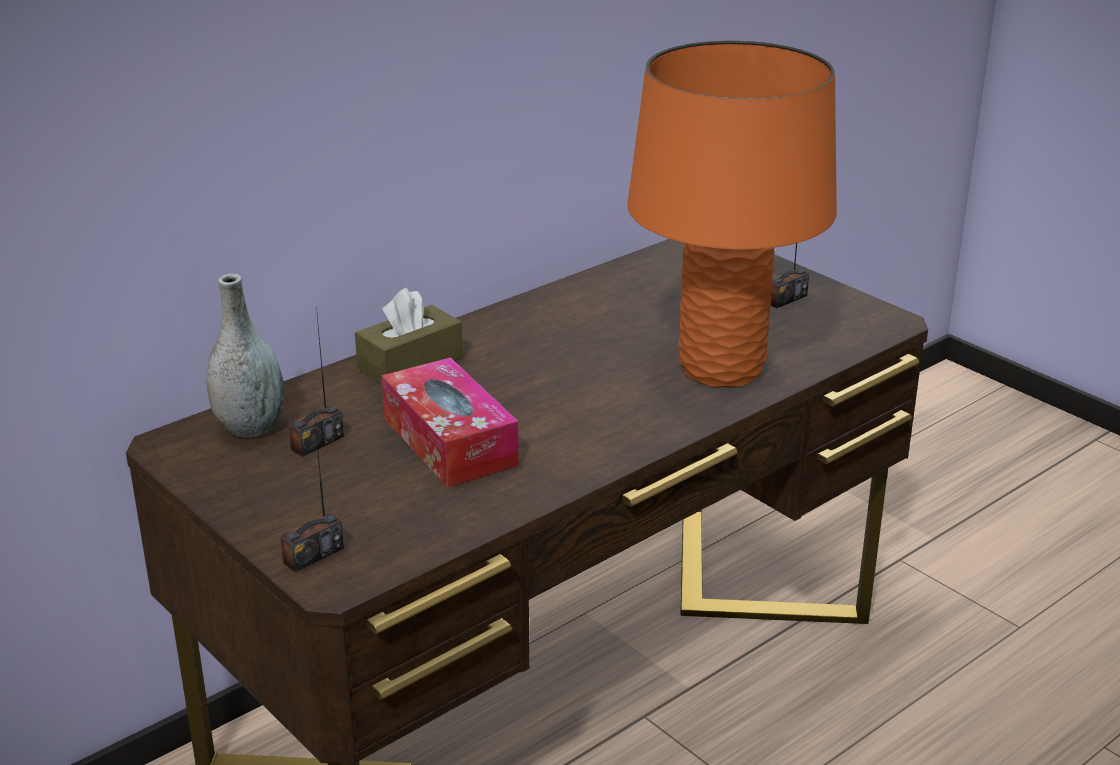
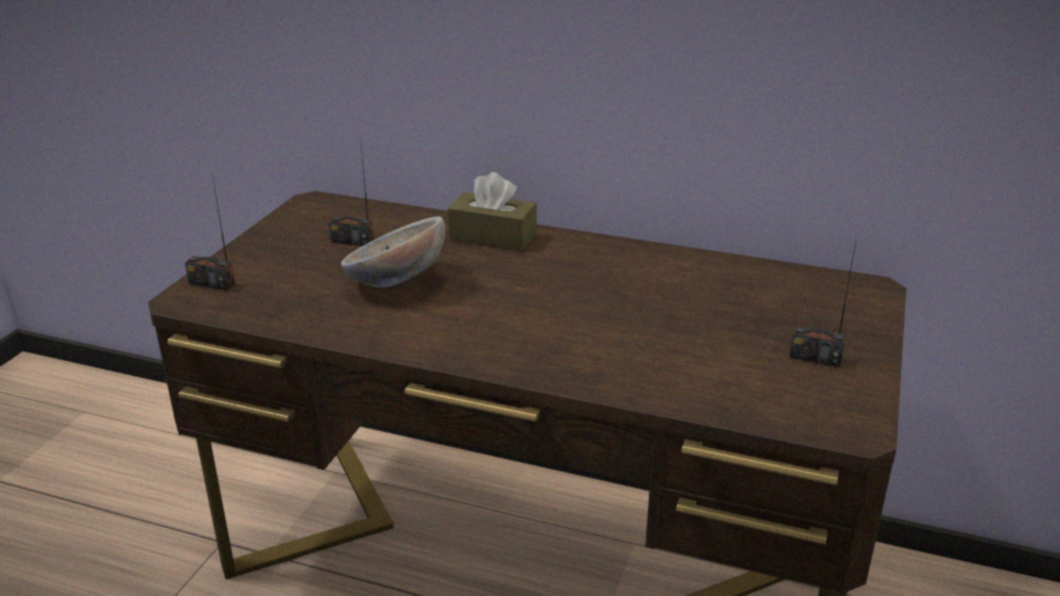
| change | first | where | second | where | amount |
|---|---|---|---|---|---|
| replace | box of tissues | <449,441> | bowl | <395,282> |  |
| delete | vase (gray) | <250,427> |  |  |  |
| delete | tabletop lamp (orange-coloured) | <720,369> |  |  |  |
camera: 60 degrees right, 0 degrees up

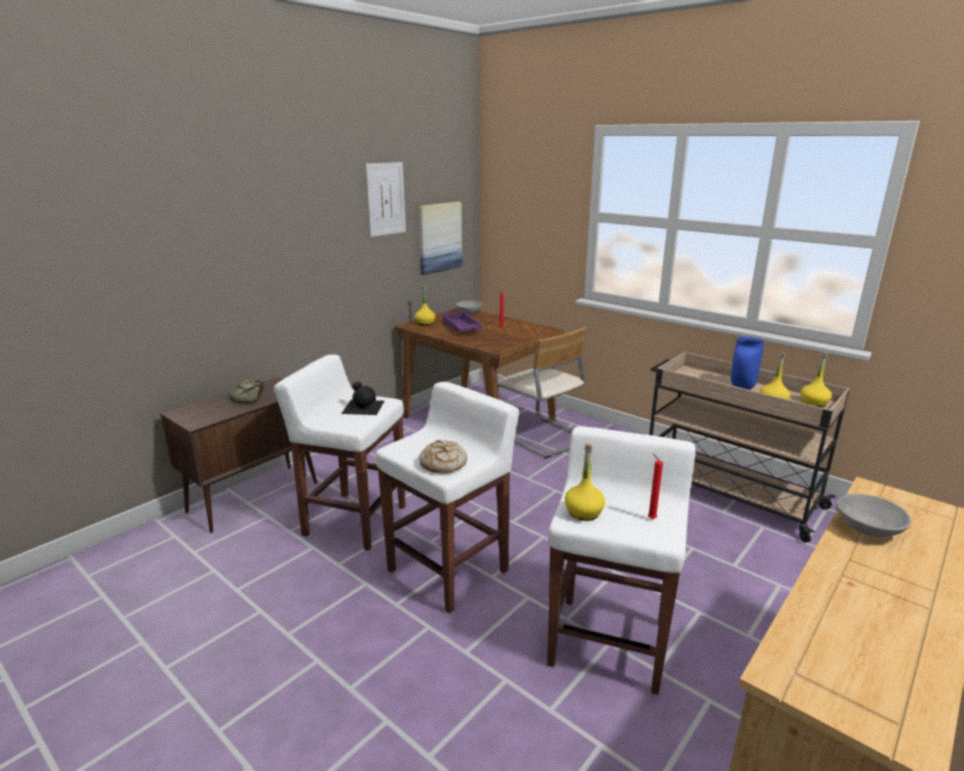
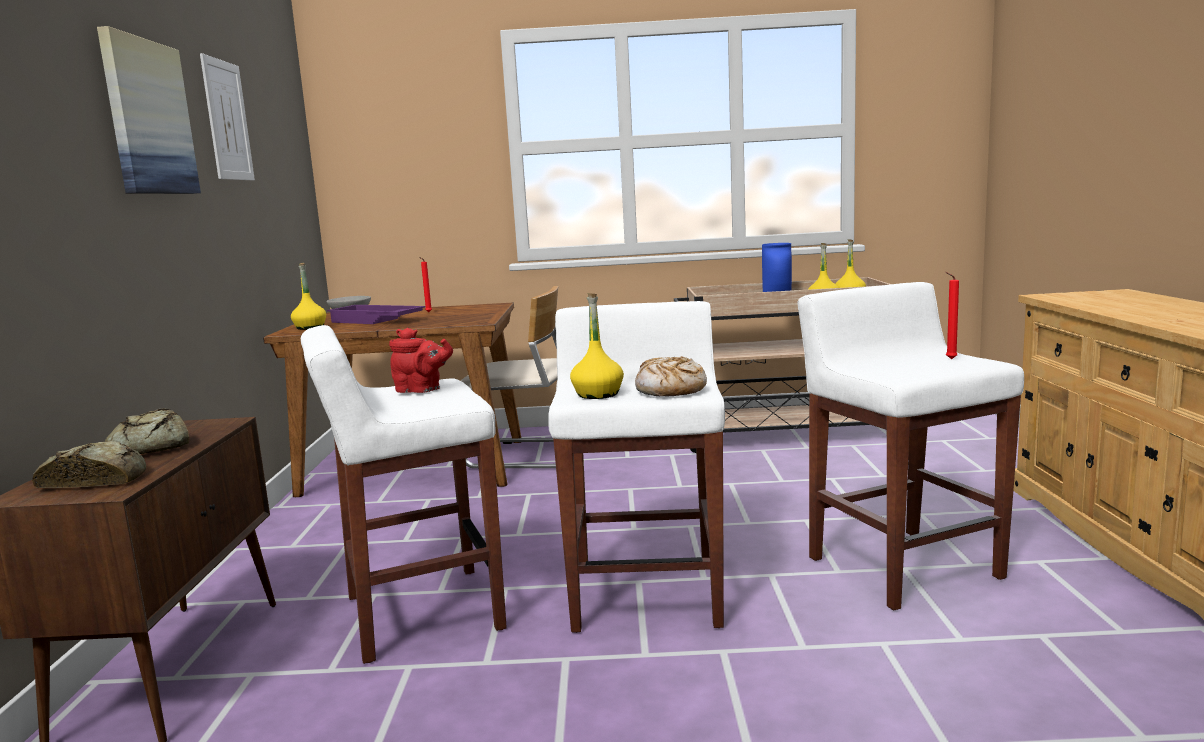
| change | first | where | second | where | amount |
|---|---|---|---|---|---|
| insert |  |  | baked bread | <96,479> |  |
| move | picture | <439,237> |  | <148,118> |  |
| replace | drink bottle (blackish) | <362,406> | teapot (red) | <421,390> |  |
| move | drink bottle (yellow) | <583,512> |  | <598,394> |  |
| delete | bowl (gray) | <867,529> |  |  |  |
camera: 40 degrees left, 10 degrees down

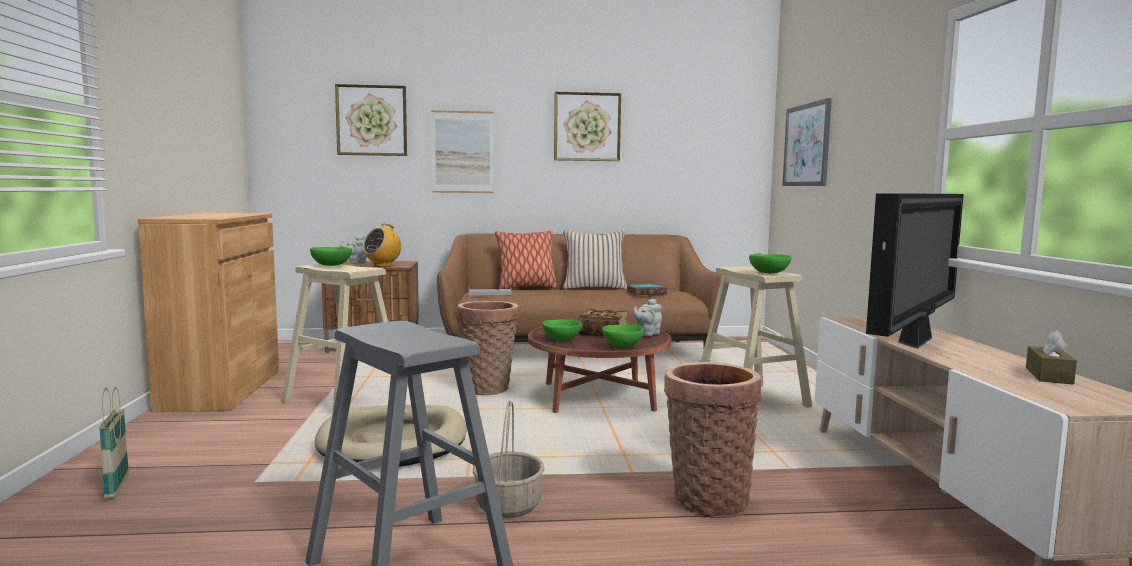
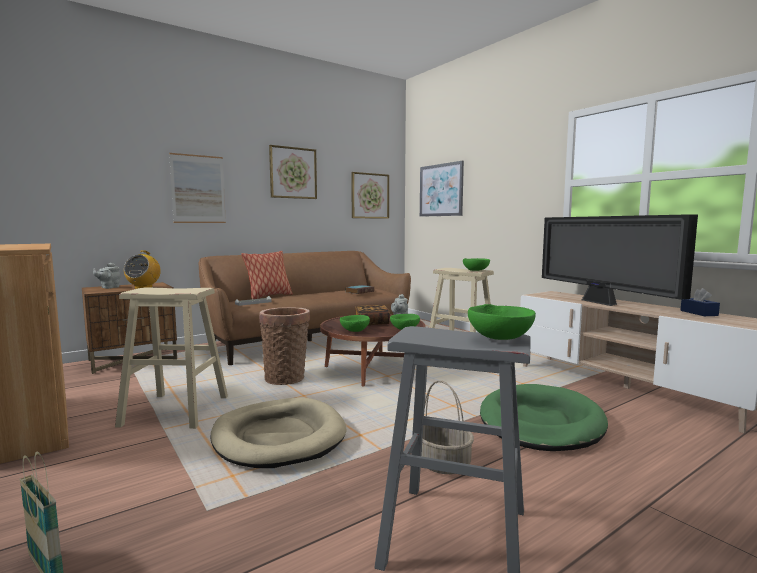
| change | first | where | second | where | amount |
|---|---|---|---|---|---|
| move | picture | <371,120> |  | <370,196> |  |
| move | bowl (green-coloured) | <331,265> |  | <500,338> |  |
| replace | basket | <706,499> | pet bed (green-coloured) | <540,422> |  |
| rotate | television | <916,341> |  | <601,303> | 150 degrees clockwise |
| recolor | box of tissues (brownish) | <1048,376> | box of tissues (bluish) | <698,313> |  |
| delete | pillow (beige) | <594,288> |  |  |  |
camera: 30 degrees left, 0 degrees up

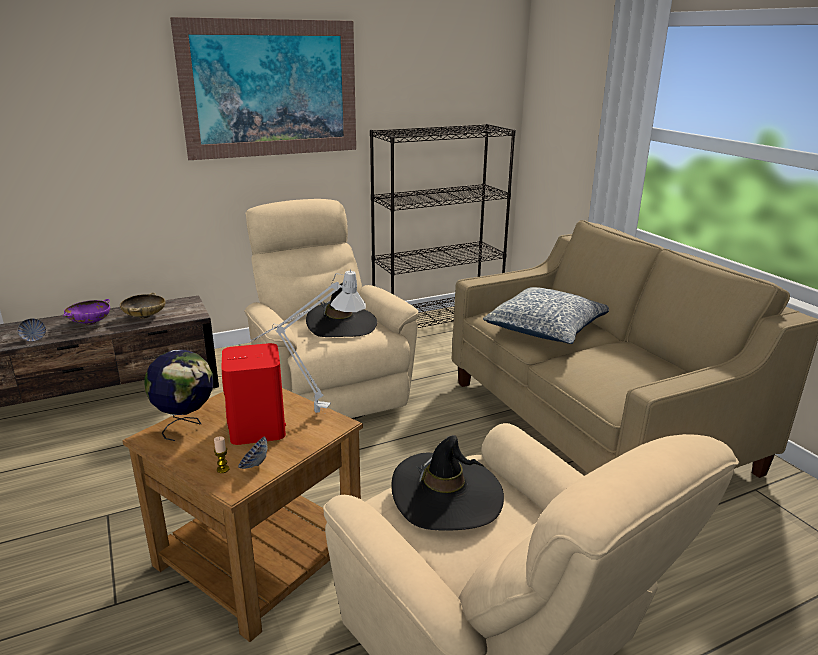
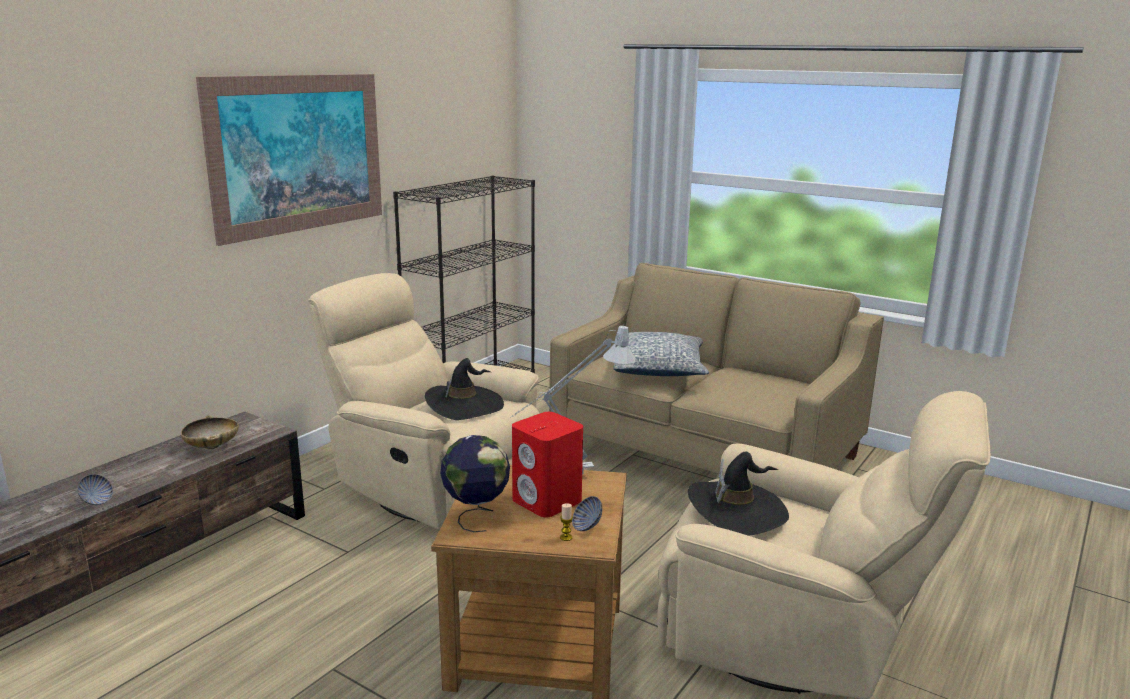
| change | first | where | second | where | amount |
|---|---|---|---|---|---|
| delete | bowl (purple-coloured) | <90,323> |  |  |  |
camera: 30 degrees left, 5 degrees down

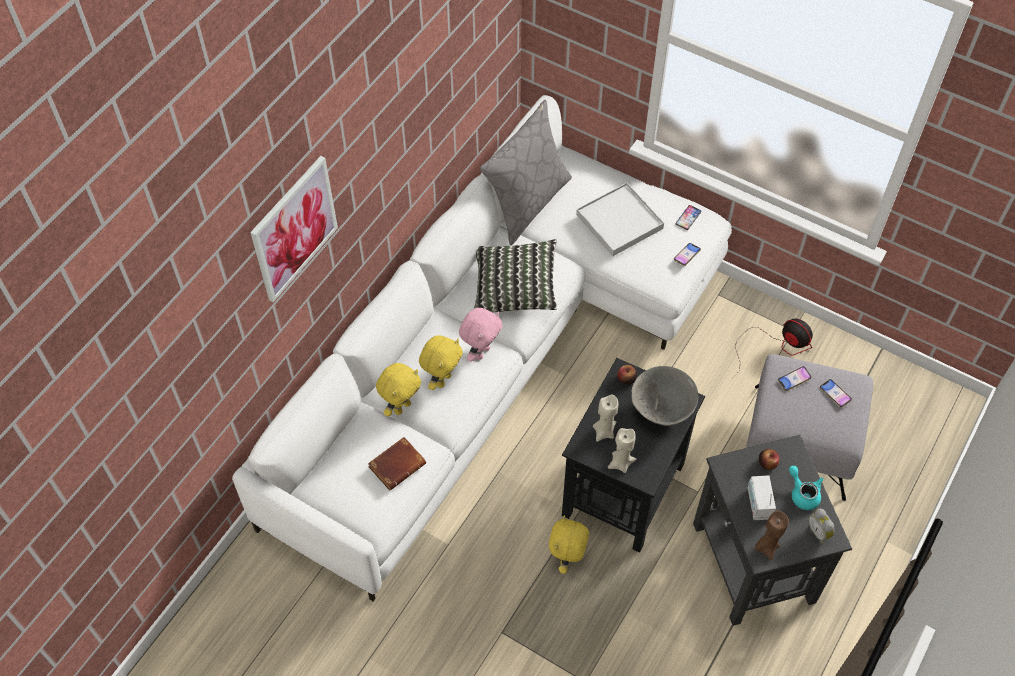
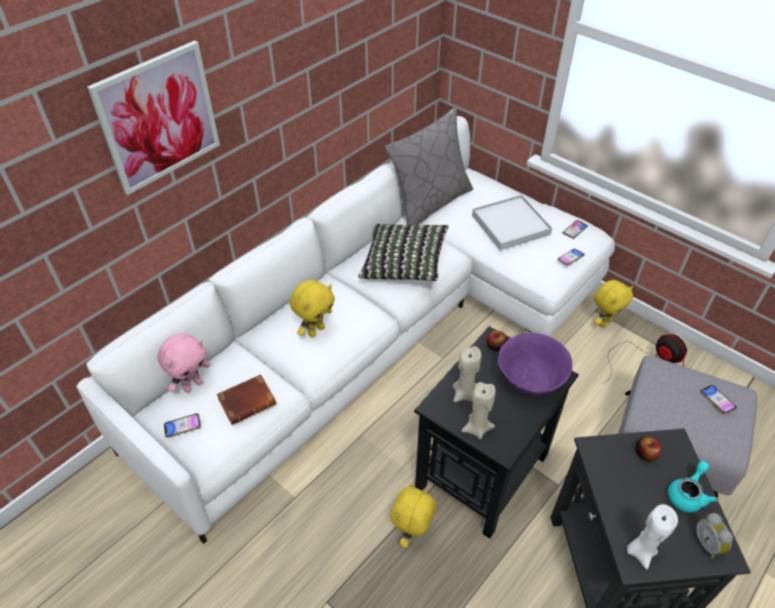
| change | first | where | second | where | amount |
|---|---|---|---|---|---|
| move | cuddly toy (pink-coloured) | <481,352> |  | <192,385> |  |
| move | phone | <794,379> |  | <182,427> |  |
| recolor | bowl (gray) | <662,410> | bowl (purple-coloured) | <530,382> |  |
| move | cuddly toy (yellow) | <401,407> |  | <604,322> |  |
| recolor | candle (brownish) | <766,546> | candle (white-coloured) | <640,551> |  |
| rotate | teapot (turquoise-coloured) | <803,493> |  | <687,494> | 60 degrees clockwise |
| delete | radio set | <758,504> |  |  |  |
camera: 10 degrees right, 10 degrees down

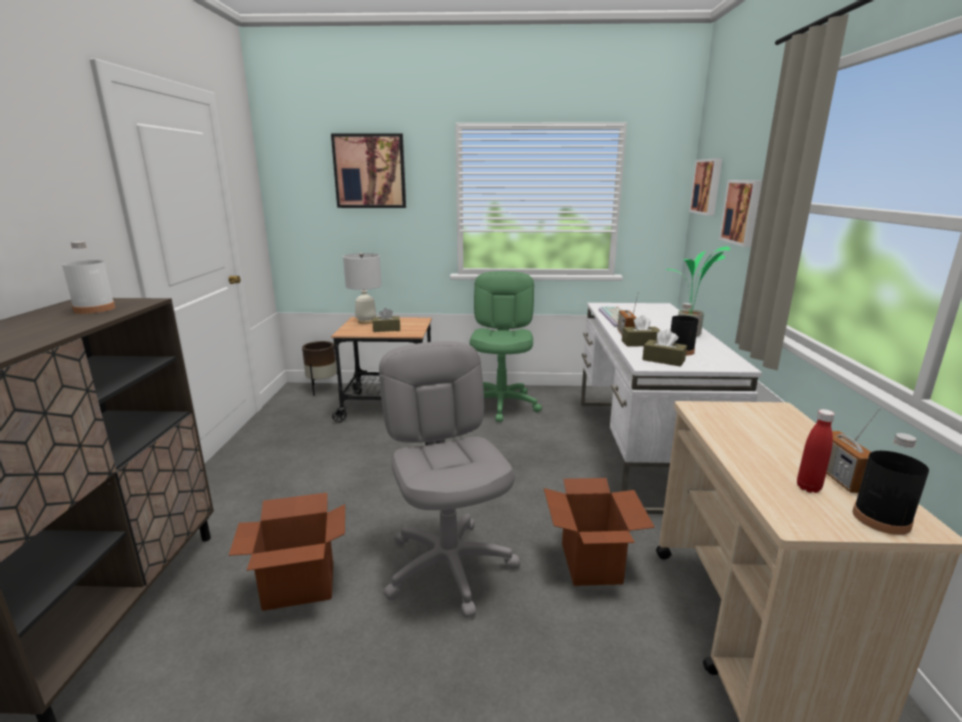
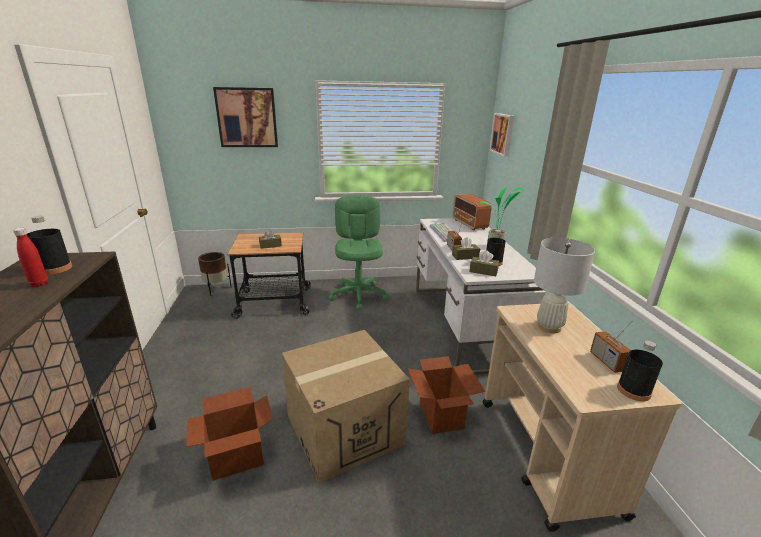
| change | first | where | second | where | amount |
|---|---|---|---|---|---|
| move | drink bottle (red) | <808,488> |  | <39,284> |  |
| recolor | drink bottle (white-coloured) | <94,309> | drink bottle (blackish) | <55,268> |  |
| replace | desk chair (gray) | <449,567> | carton | <344,429> |  |
| insert |  |  | radio set | <469,224> |  |
| move | tabletop lamp (white-coloured) | <366,322> |  | <549,327> |  |
| delete | picture | <743,212> |  |  |  |
camera: 10 degrees left, 5 degrees up

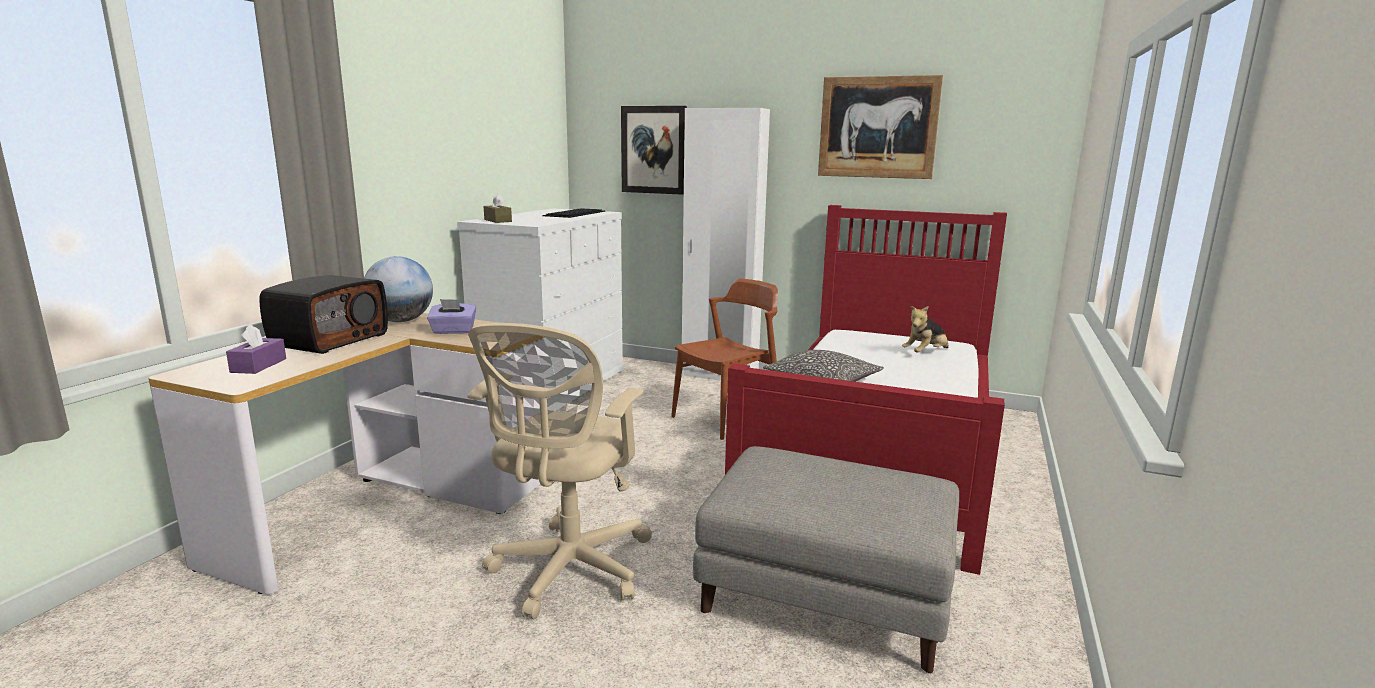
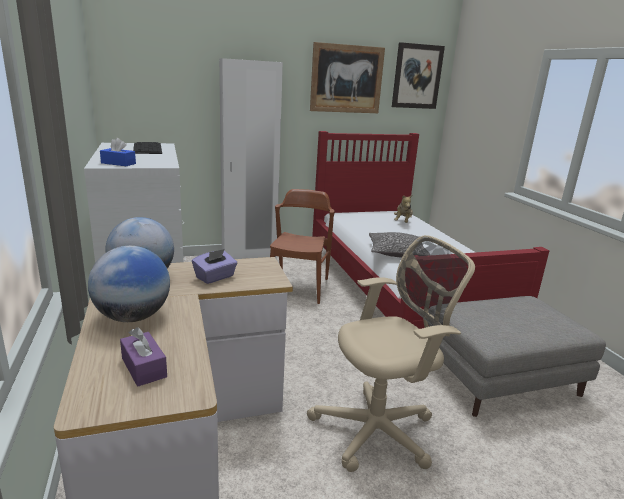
| change | first | where | second | where | amount |
|---|---|---|---|---|---|
| replace | radio set | <329,340> | globe | <133,317> |  |
| recolor | box of tissues (brownish) | <498,220> | box of tissues (bluish) | <118,163> |  |
| rotate | desk chair (beige) | <567,572> |  | <380,430> | 90 degrees counterclockwise |
| move | picture | <654,150> |  | <417,76> |  |
camera: 40 degrees left, 5 degrees up

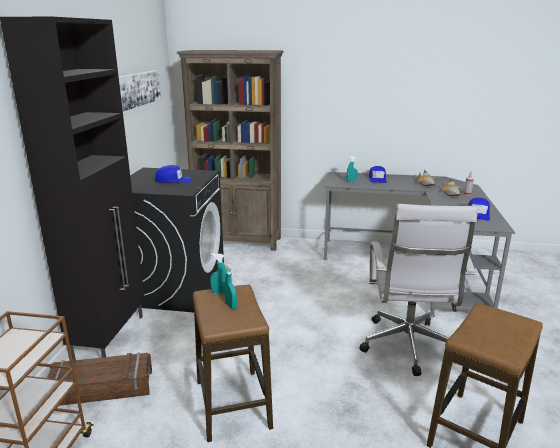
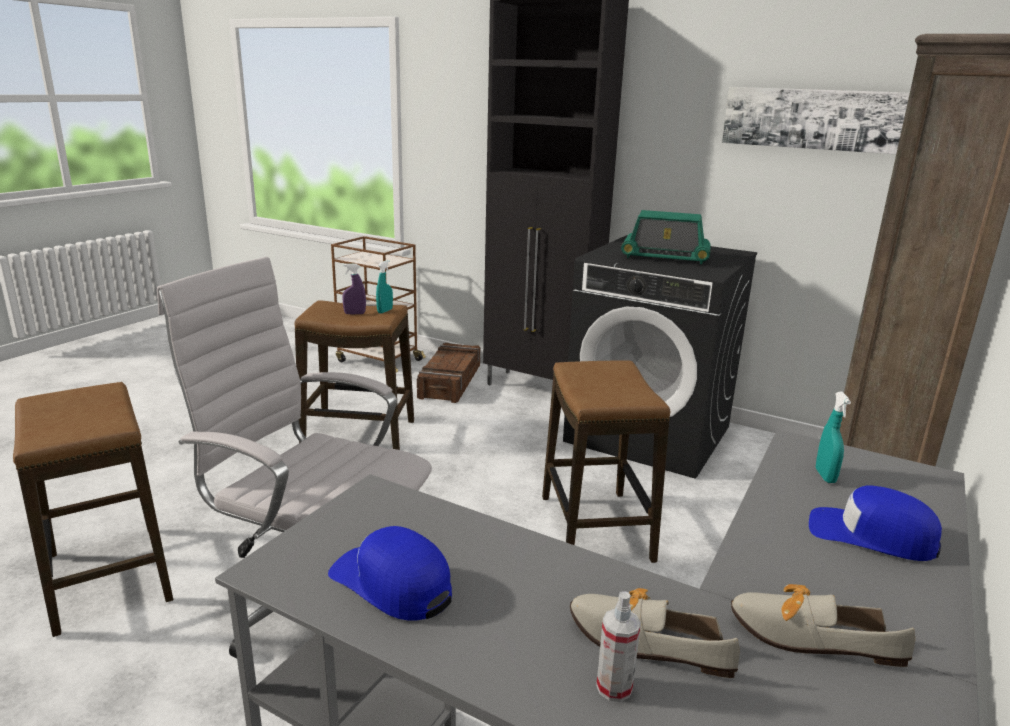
| change | first | where | second | where | amount |
|---|---|---|---|---|---|
| recolor | hand sprayer (turquoise-coloured) | <231,306> | hand sprayer (purple-coloured) | <354,313> |  |
| insert |  |  | sitting stool | <596,528> |  |
| replace | cap (bluish) | <173,180> | radio set | <665,257> |  |
camera: 110 degrees right, 0 degrees up

